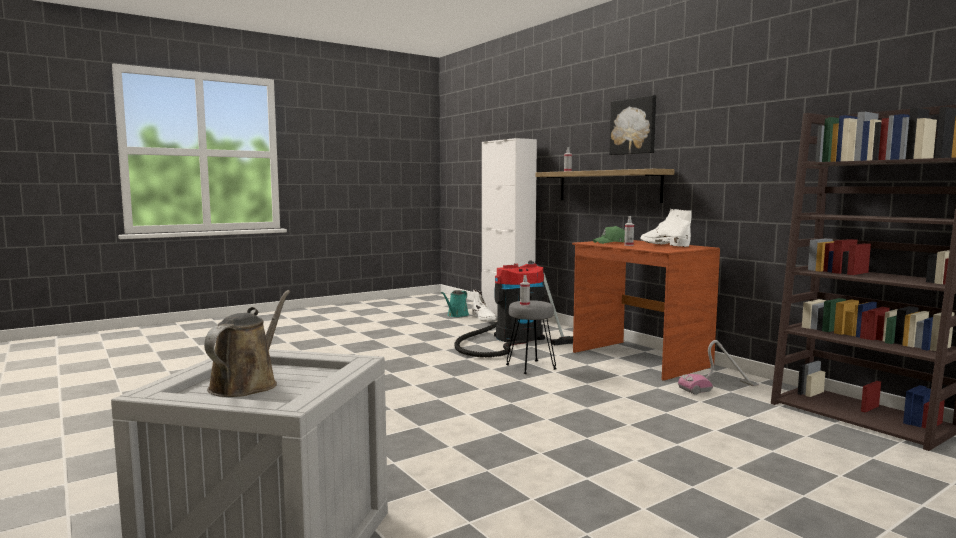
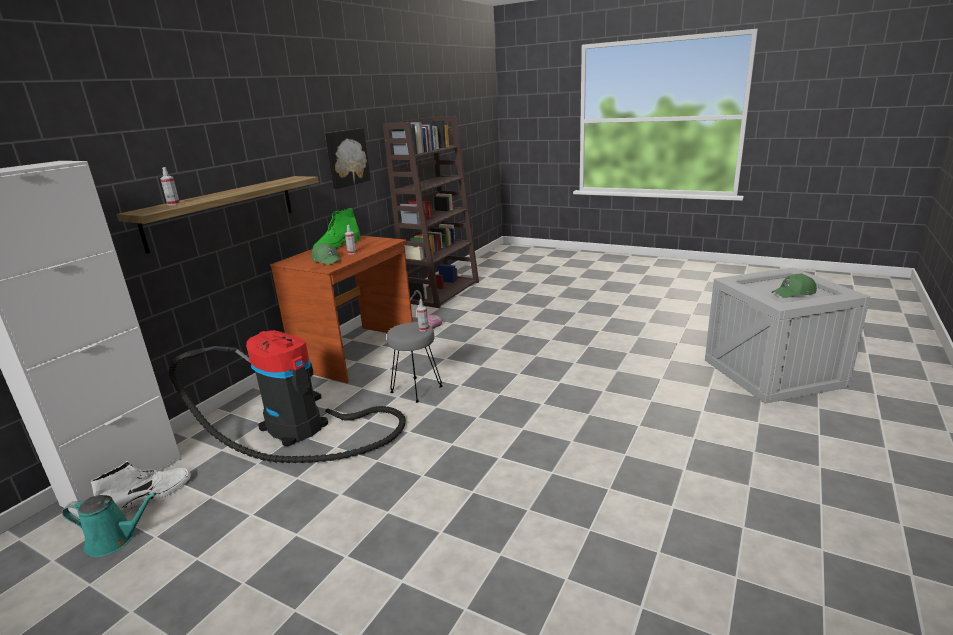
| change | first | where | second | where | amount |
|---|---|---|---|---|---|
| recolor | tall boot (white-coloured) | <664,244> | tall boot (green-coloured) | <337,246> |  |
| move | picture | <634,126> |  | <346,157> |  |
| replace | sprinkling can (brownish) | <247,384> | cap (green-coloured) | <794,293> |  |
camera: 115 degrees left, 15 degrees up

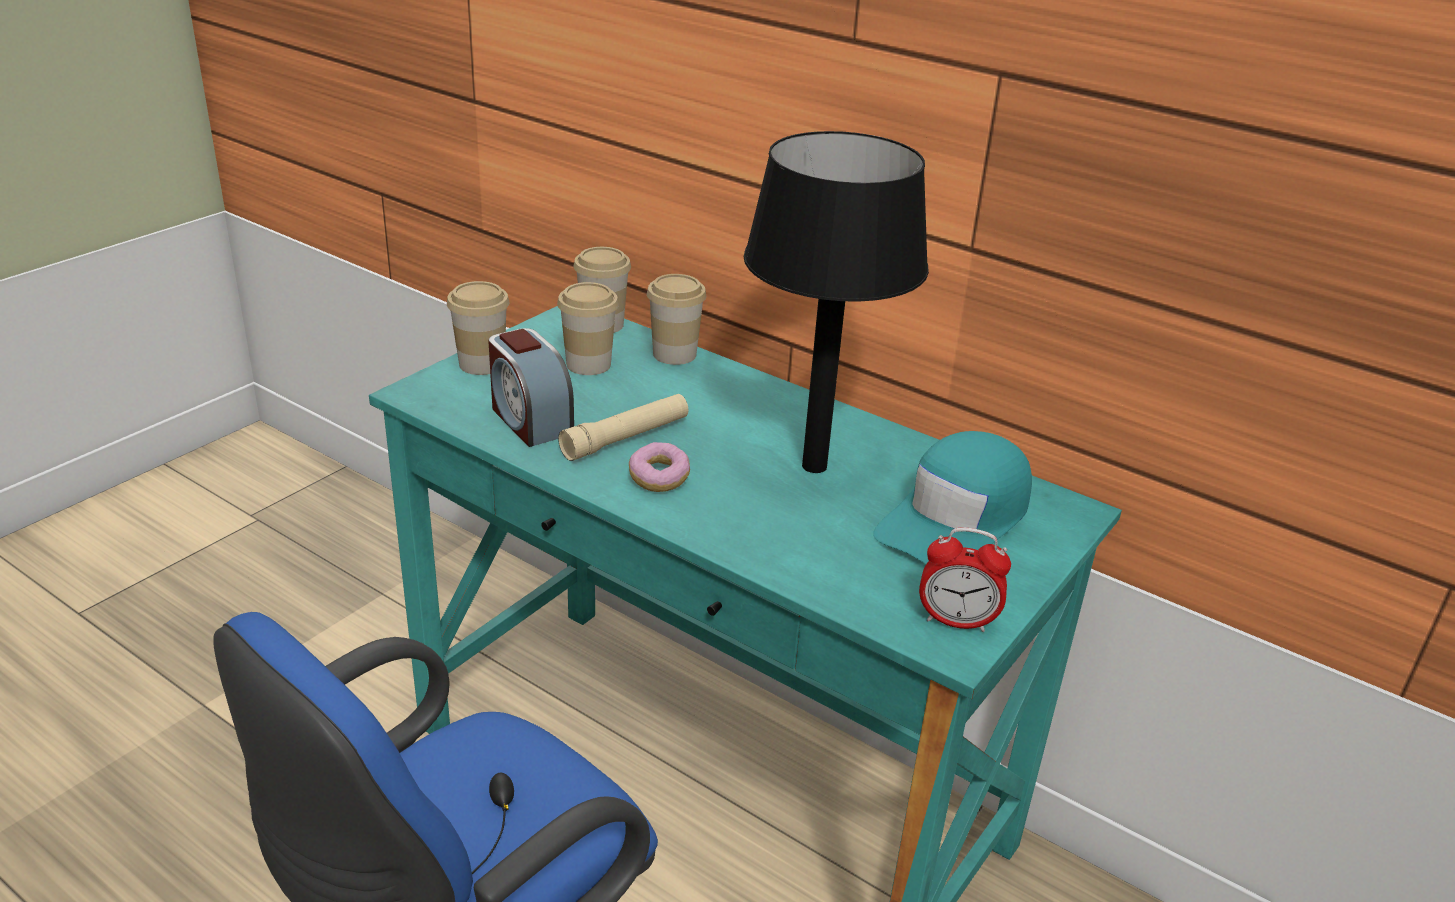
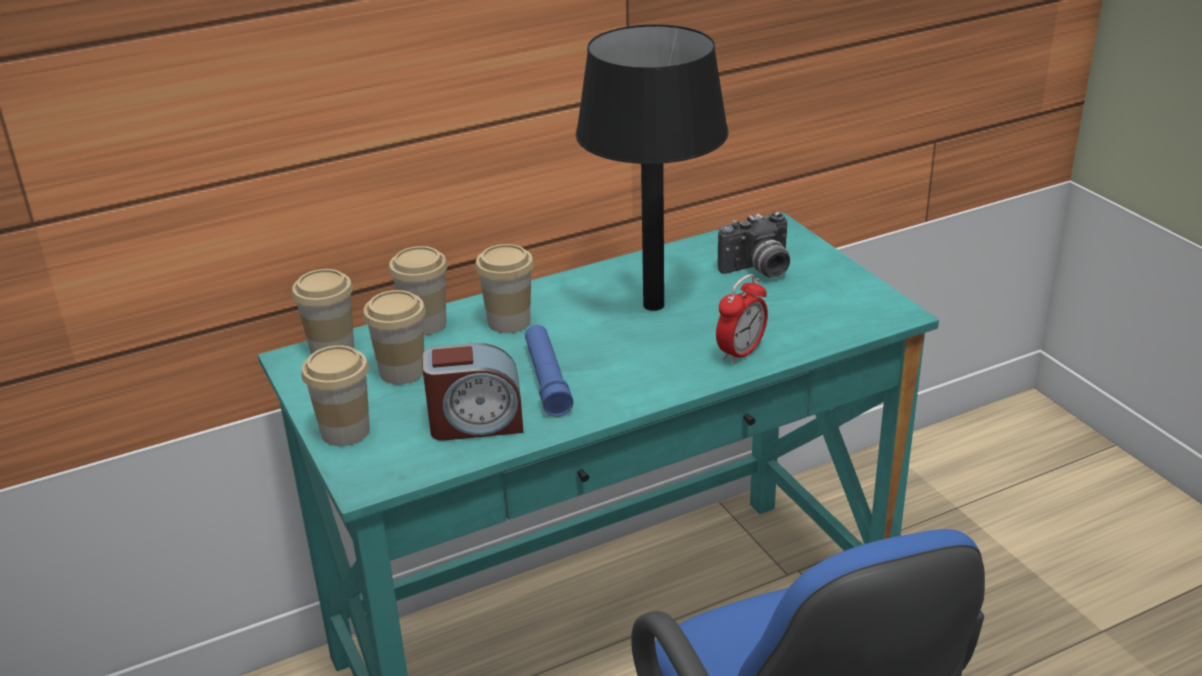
| change | first | where | second | where | amount |
|---|---|---|---|---|---|
| insert |  |  | cup | <509,322> |  |
| recolor | flashlight (beige) | <626,438> | flashlight (bluish) | <547,379> |  |
| move | bedside clock | <956,621> |  | <741,352> |  |
| replace | cap (turquoise-coloured) | <956,519> | photo camera | <758,270> |  |
| delete | donut | <658,479> |  |  |  |
camera: 60 degrees left, 0 degrees up

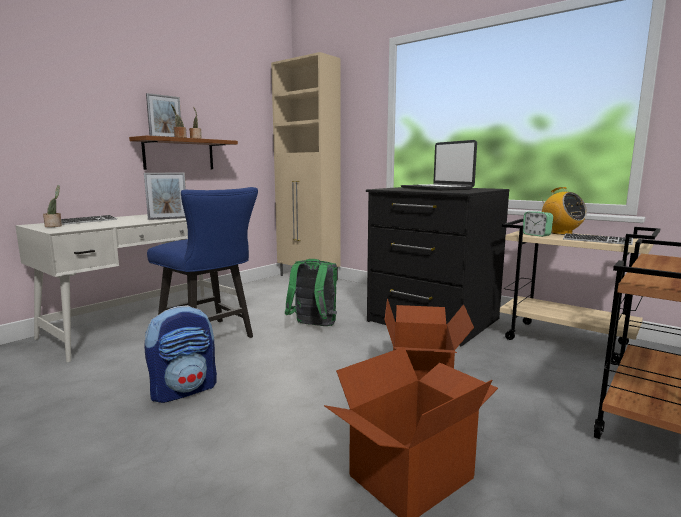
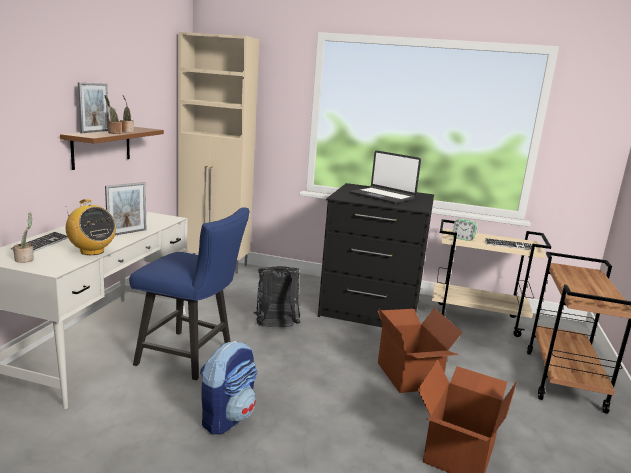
| change | first | where | second | where | amount |
|---|---|---|---|---|---|
| move | radio set | <561,233> |  | <92,251> |  |
| recolor | backpack (green-coloured) | <313,326> | backpack (blackish) | <275,328> |  |
camera: 25 degrees left, 5 degrees up

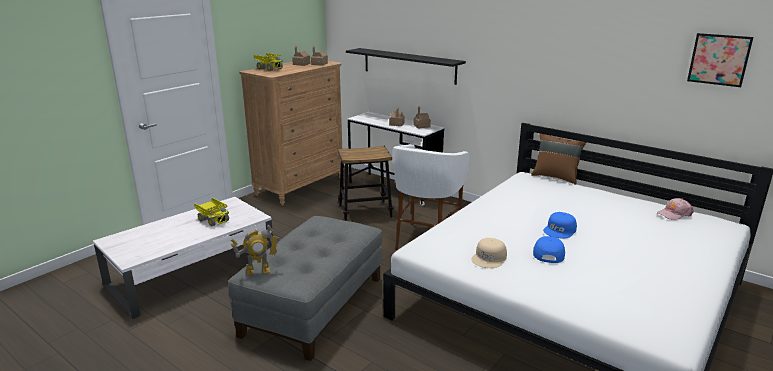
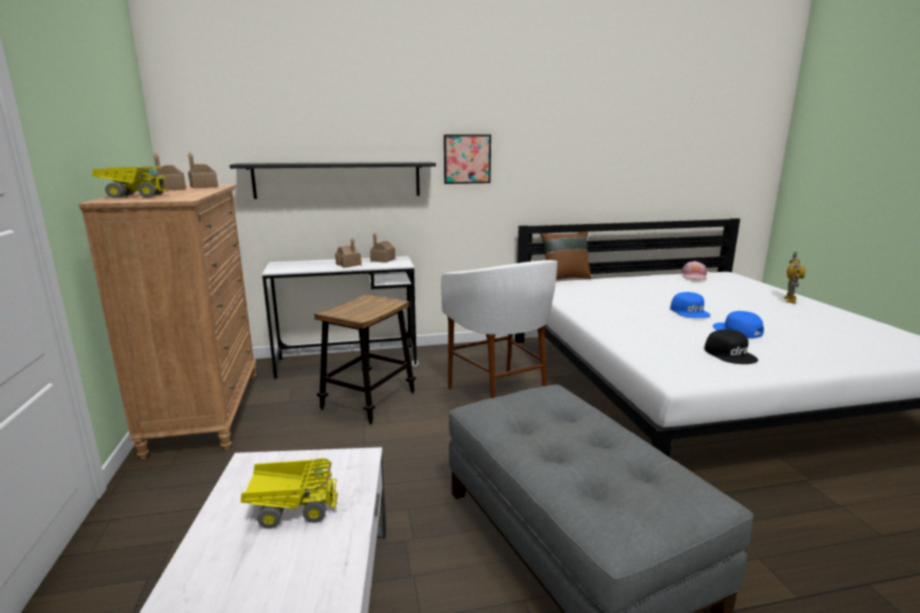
| change | first | where | second | where | amount |
|---|---|---|---|---|---|
| move | picture | <719,59> |  | <467,159> |  |
| recolor | cap (beige) | <489,258> | cap (blackish) | <730,354> |  |
| move | model robot | <258,271> |  | <790,300> |  |
camera: 50 degrees left, 5 degrees down

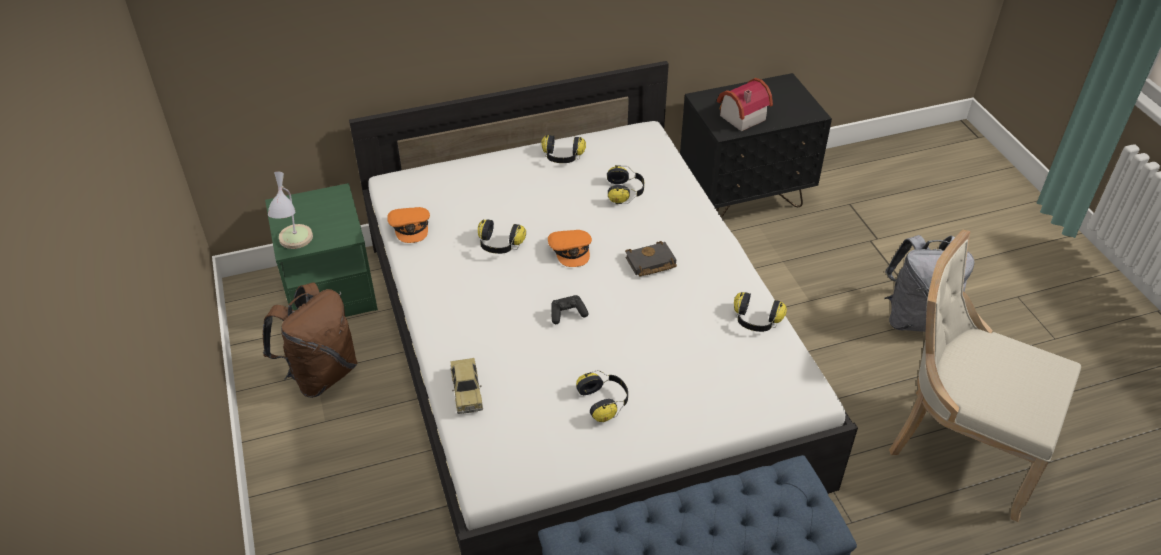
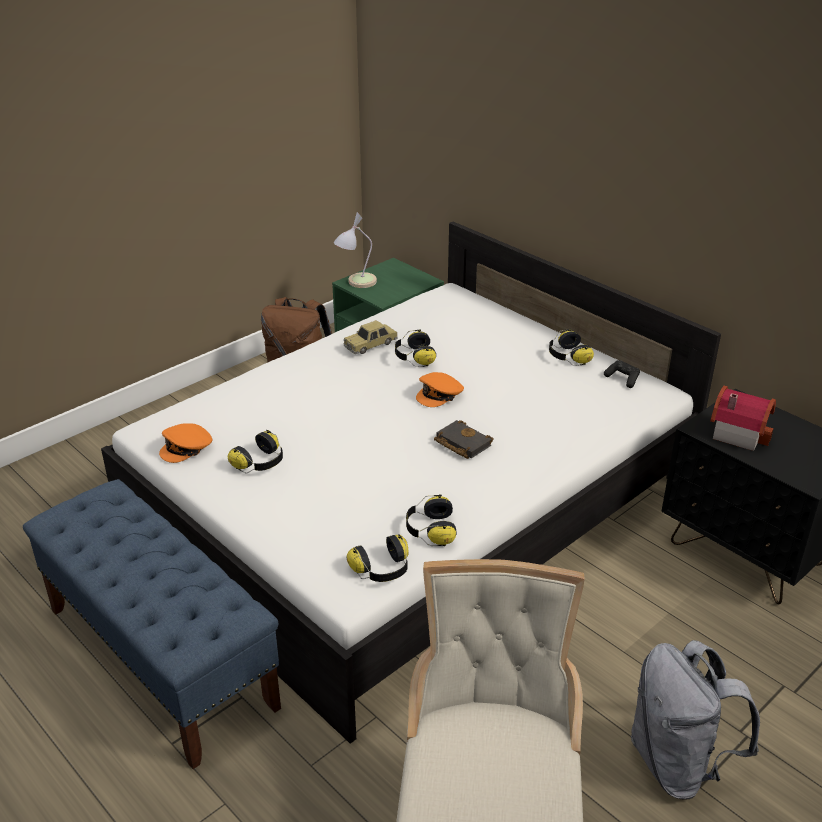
| change | first | where | second | where | amount |
|---|---|---|---|---|---|
| move | cap (orange-coloured) | <410,227> |  | <187,448> |  |
| move | toy car | <466,390> |  | <371,344> |  |
| move | headphones | <625,192> |  | <383,570> |  |
| move | game controller (blackish) | <567,314> |  | <622,379> |  |
camera: 65 degrees right, 10 degrees down

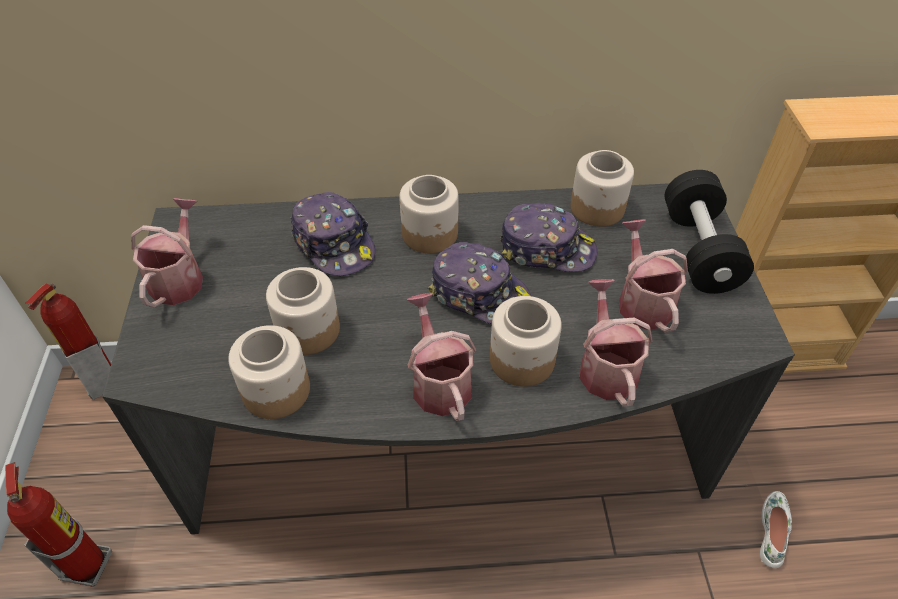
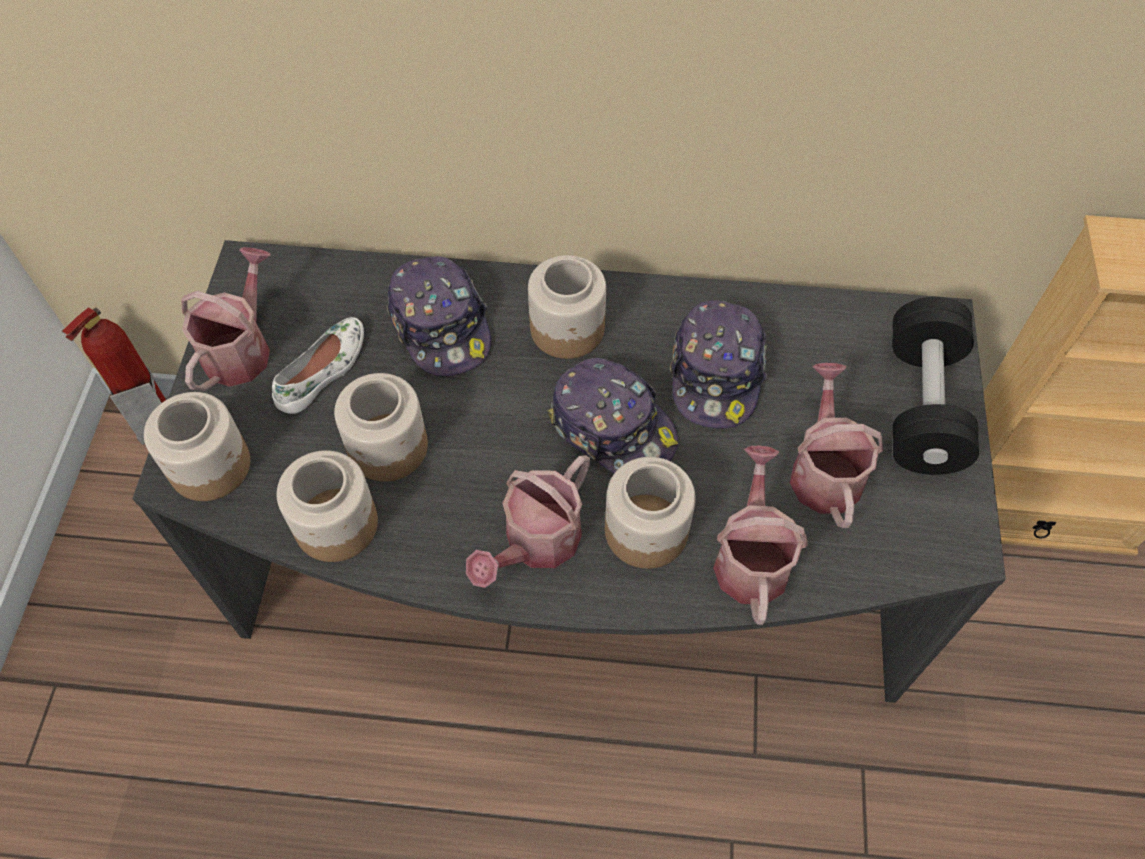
| change | first | where | second | where | amount |
|---|---|---|---|---|---|
| move | jar | <598,208> |  | <211,466> |  |
| move | shoe (white-coloured) | <774,532> |  | <324,371> |  |
| rotate | sprinkling can | <439,381> |  | <536,544> | 135 degrees counterclockwise |
| rotate | cap | <547,249> |  | <716,374> | 75 degrees clockwise |
| delete | fire-fighting cylinder | <88,564> |  |  |  |
camera: 10 degrees right, 10 degrees up

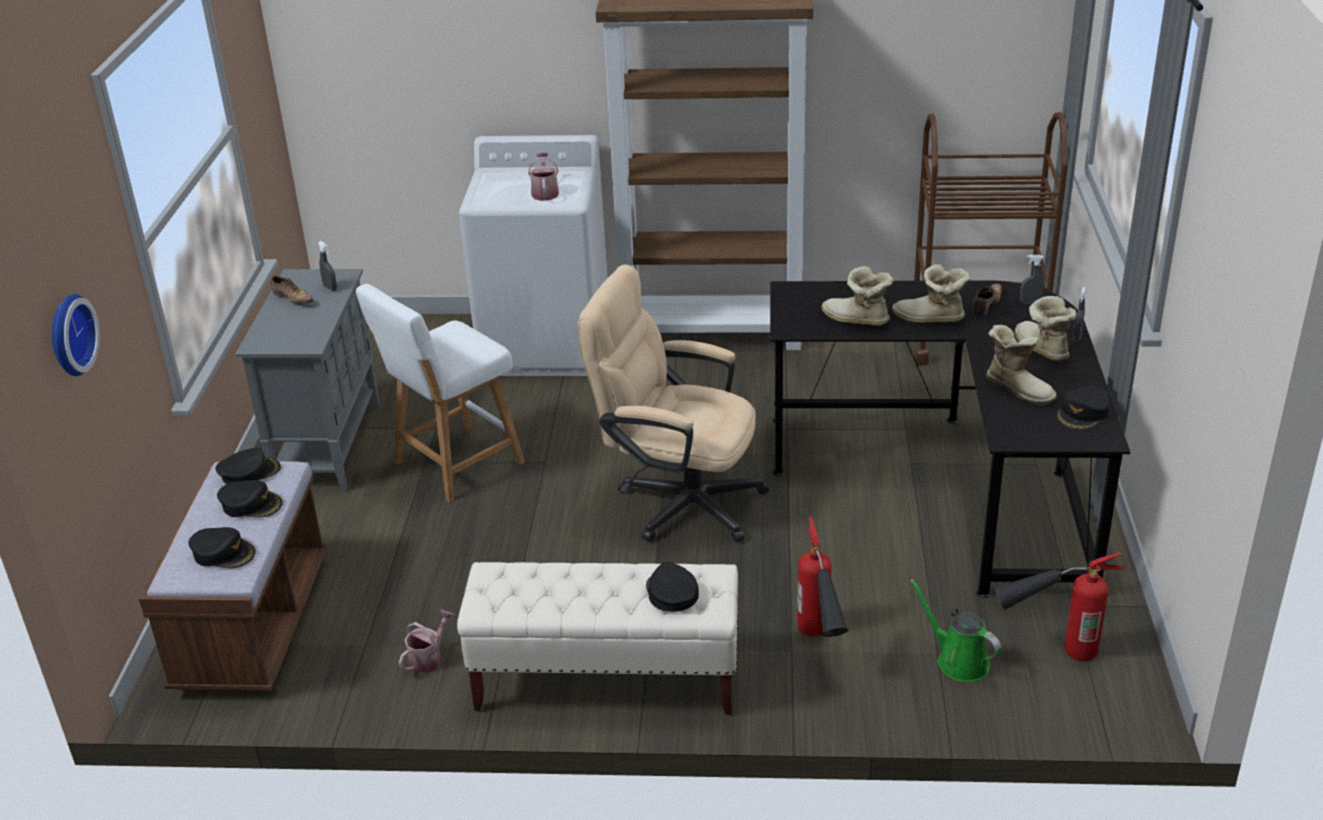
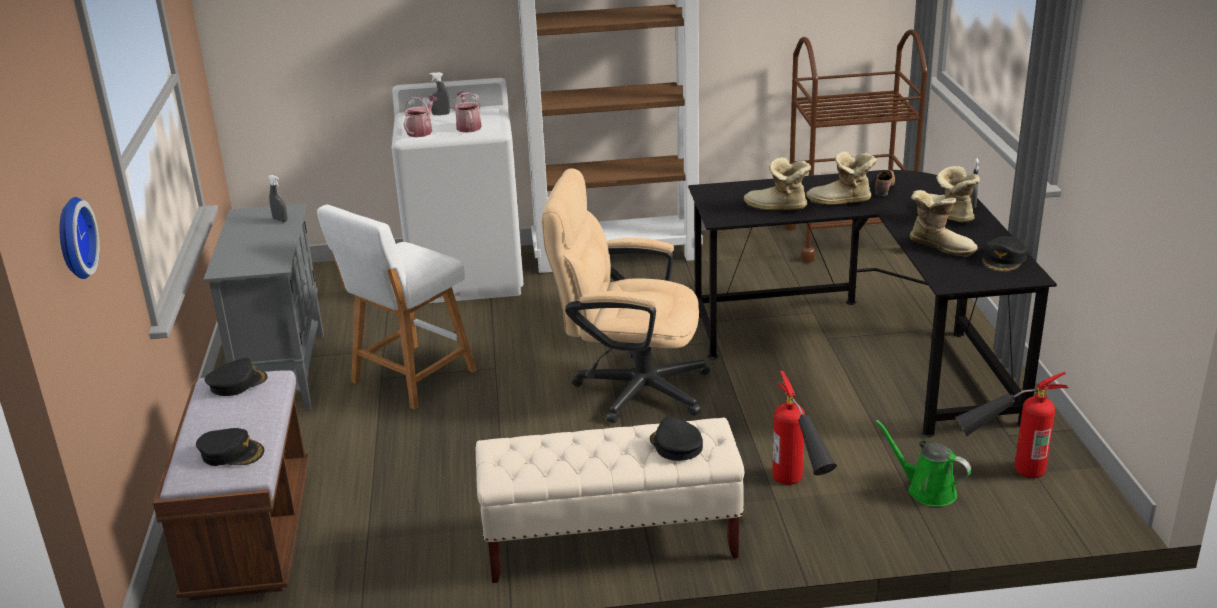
| change | first | where | second | where | amount |
|---|---|---|---|---|---|
| move | sprinkling can | <428,658> |  | <421,131> |  |
| move | hand sprayer (gray) | <1030,302> |  | <441,114> |  |
| delete | cap (blackish) | <251,504> |  |  |  |
| delete | shoe | <293,298> |  |  |  |
camera: 10 degrees left, 5 degrees down

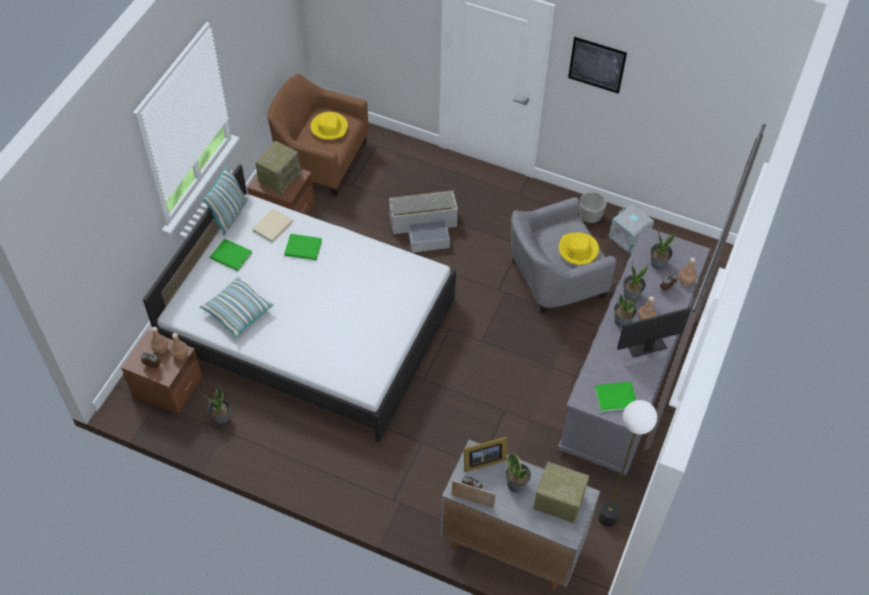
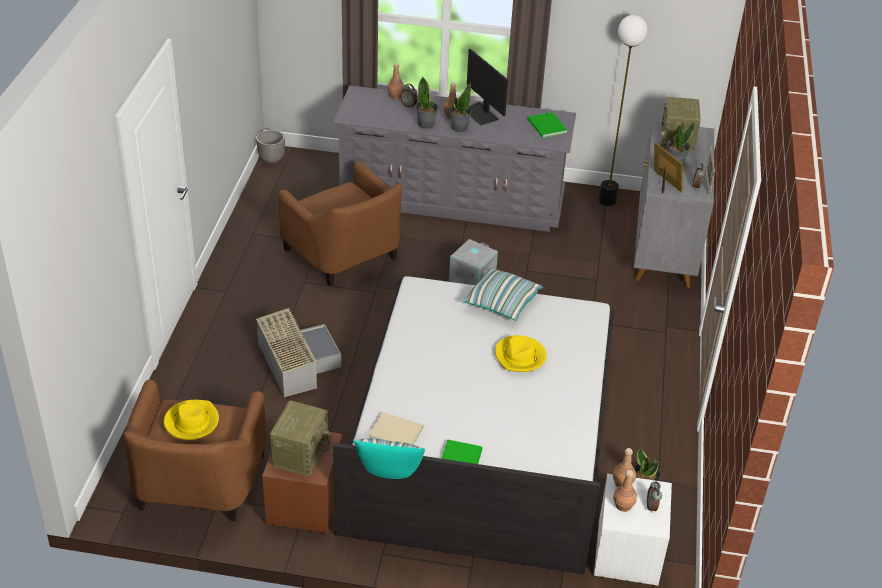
| change | first | where | second | where | amount |
|---|---|---|---|---|---|
| move | planter | <590,217> |  | <271,159> |  |
| rotate | radio set | <280,178> |  | <300,453> | 90 degrees clockwise |
| recolor | lounge chair (gray) | <553,278> | lounge chair (brownish) | <345,254> |  |
| move | storage container (gray) | <629,237> |  | <471,279> |  |
| move | pillow | <237,312> |  | <501,303> |  |
| move | wearable hat (yellow) | <578,250> |  | <520,356> |  |
| recolor | bedside table (brownish) | <167,386> | bedside table (white-coloured) | <627,553> |  |
| delete | bound book (green-coloured) | <304,248> |  |  |  |
| delete | picture | <597,65> |  |  |  |
| delete | plant in a pot | <658,263> |  |  |  |
camera: 105 degrees left, 15 degrees down

